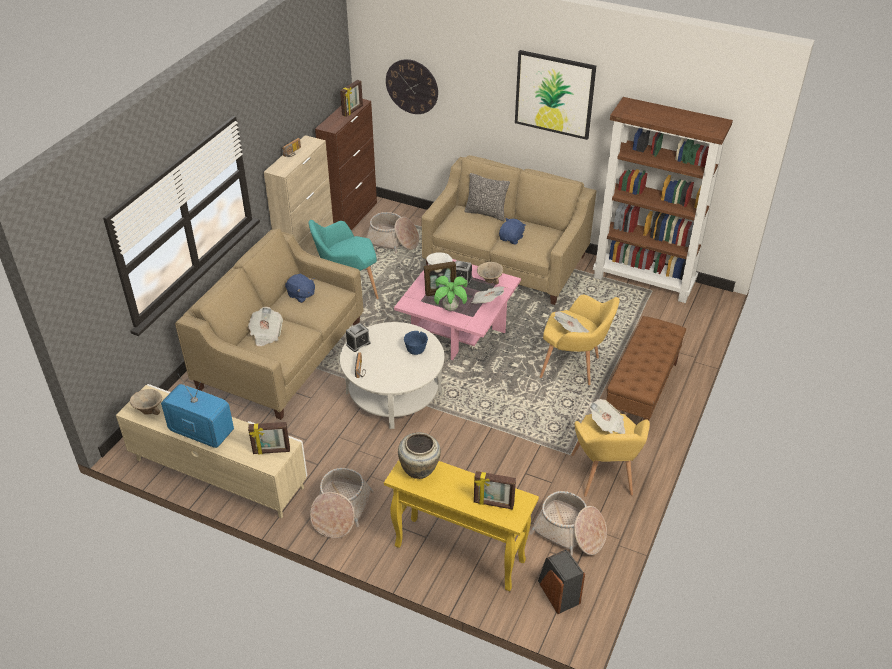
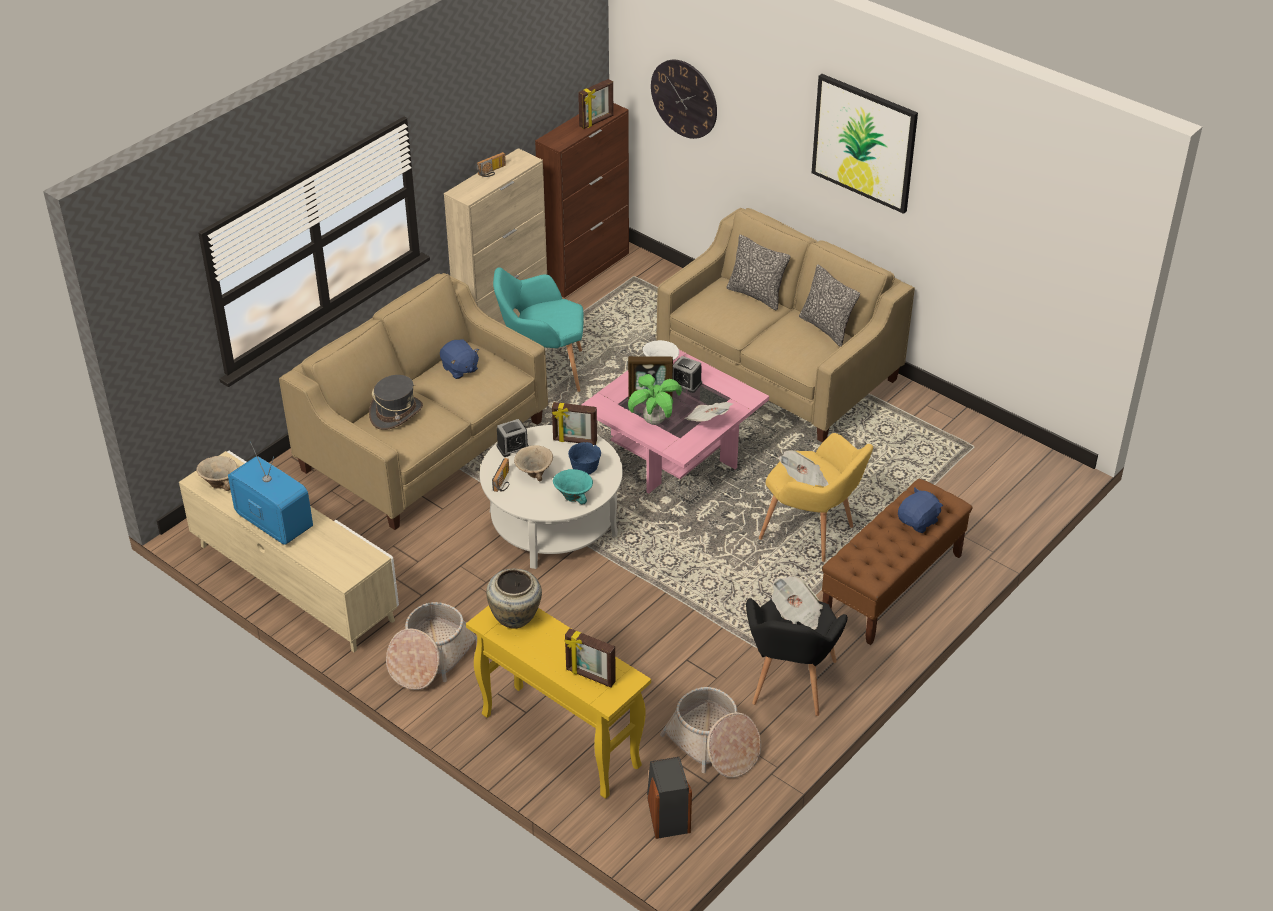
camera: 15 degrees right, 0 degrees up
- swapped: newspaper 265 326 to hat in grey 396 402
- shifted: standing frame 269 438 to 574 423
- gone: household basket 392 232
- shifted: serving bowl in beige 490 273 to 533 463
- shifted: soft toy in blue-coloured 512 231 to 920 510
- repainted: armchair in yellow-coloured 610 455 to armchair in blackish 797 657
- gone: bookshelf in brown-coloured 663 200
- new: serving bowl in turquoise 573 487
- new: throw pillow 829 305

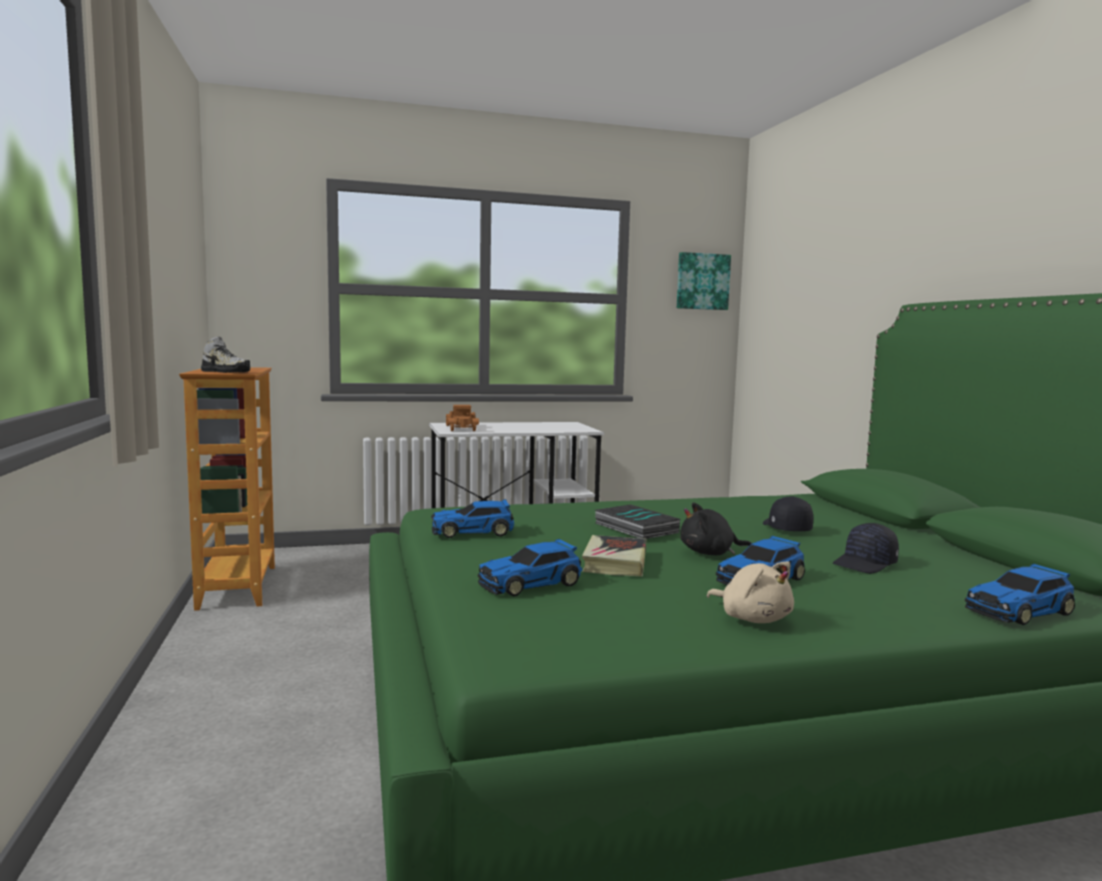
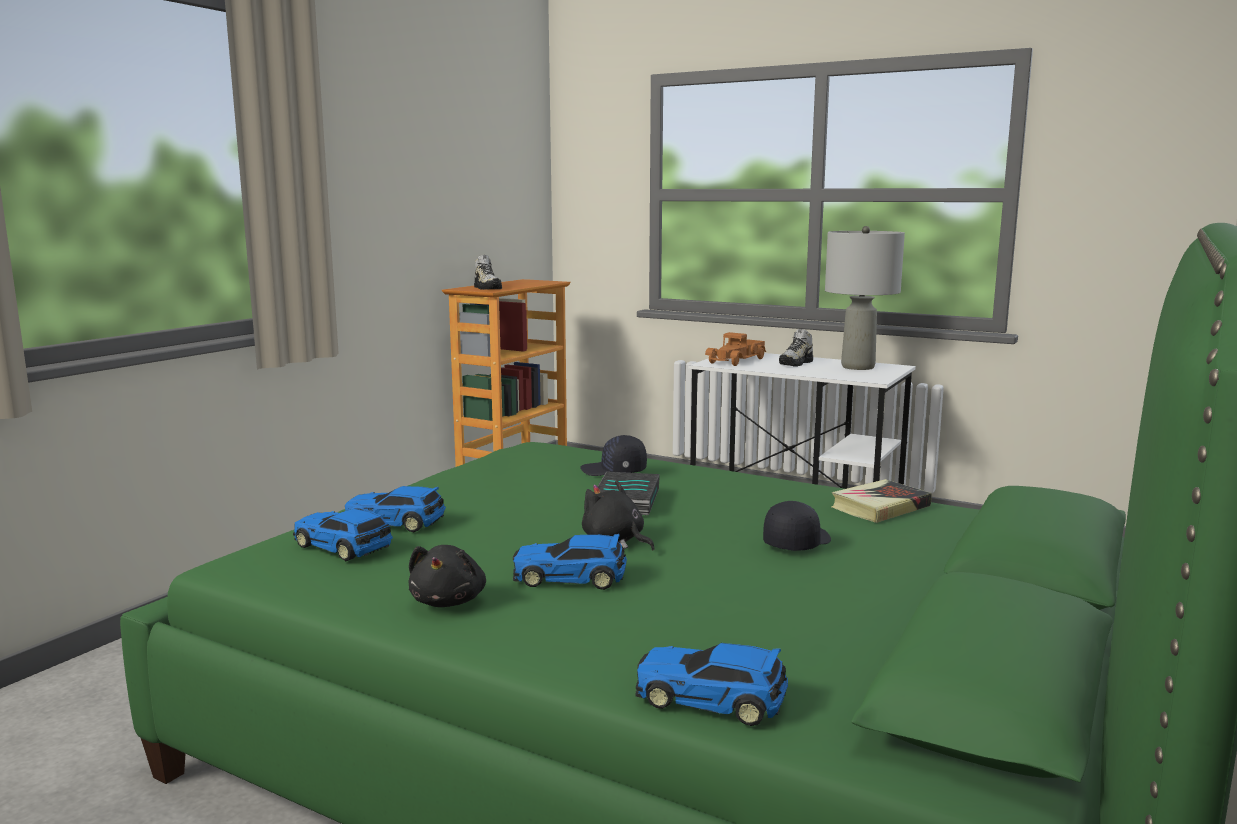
camera: 45 degrees right, 5 degrees up
- shifted: model car 472 518 to 343 535
- shifted: bound book 614 555 to 881 501
- gone: picture 704 281
- repainted: soft toy in beige 750 592 to soft toy in blackish 447 576
- shifted: baseball cap in blackish 866 548 to 613 455
- new: item of footwear 796 348
- new: table lamp in grey 865 298

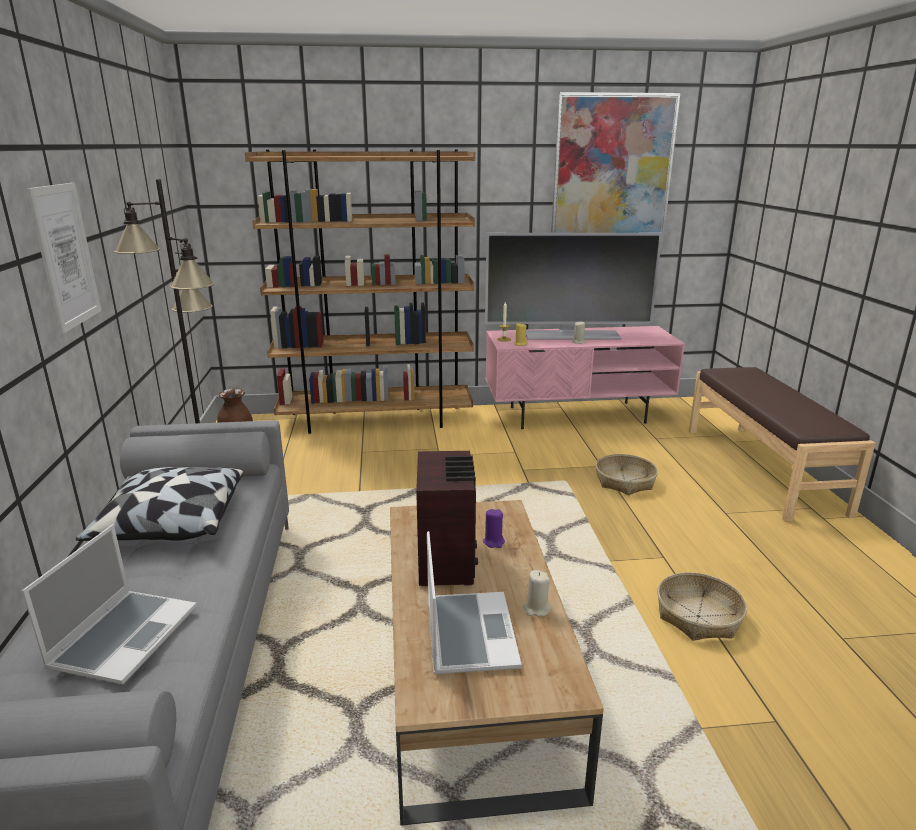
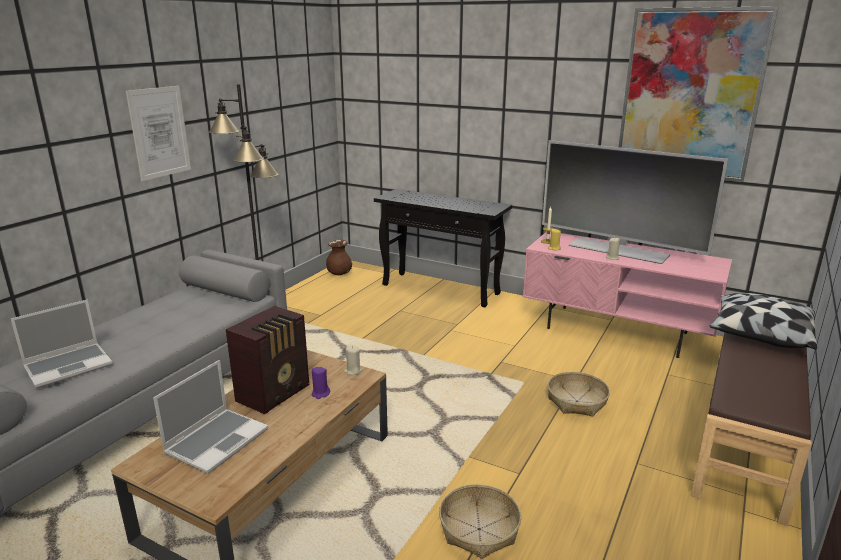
camera: 35 degrees right, 0 degrees up
- shifted: throw pillow 159 504 to 763 321
- swapped: bookshelf in brown-coloured 360 291 to console table in blackish 443 248
- shifted: wax candle in beige 537 593 to 353 360

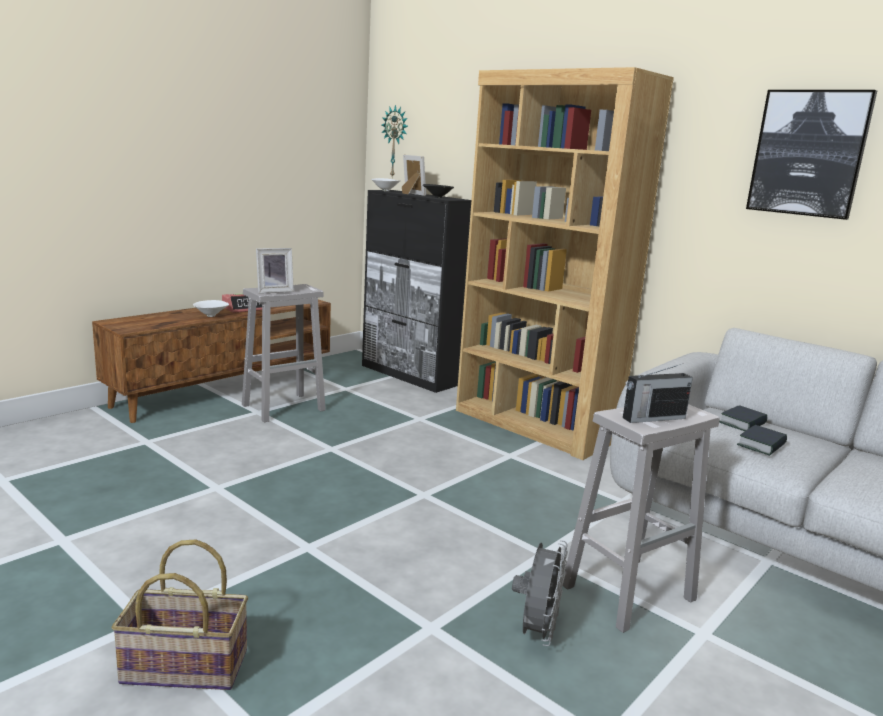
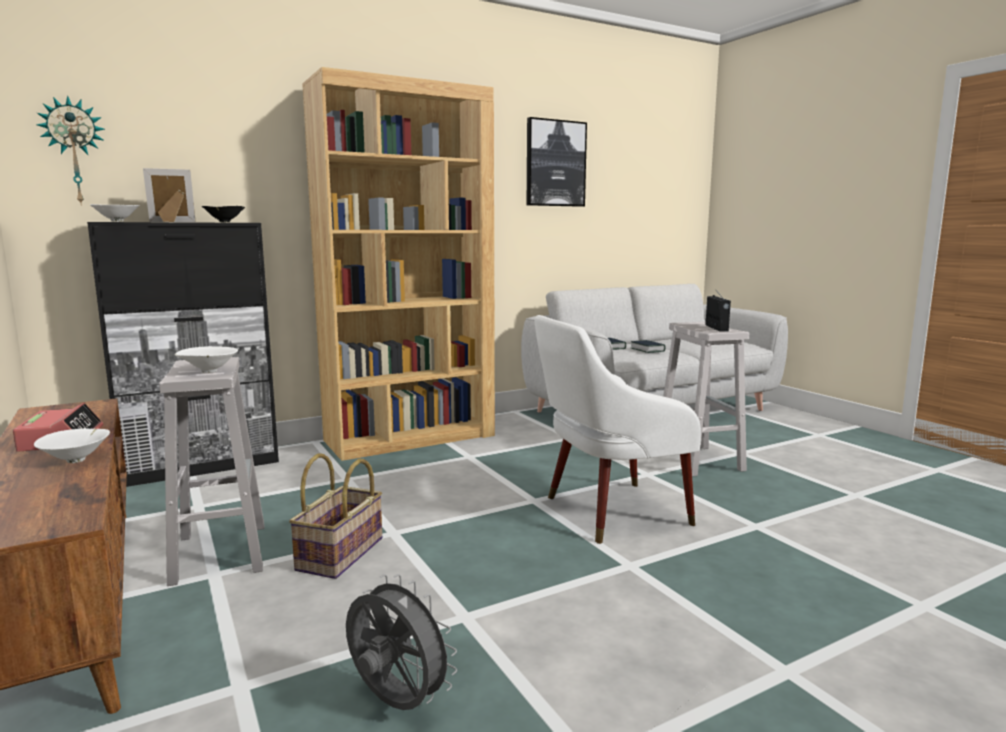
camera: 70 degrees left, 5 degrees down
- shifted: household basket 180 615 to 335 516
- swapped: standing frame 275 270 to serving bowl in whitish 206 359
- shifted: cooling fan in grey 540 593 to 401 642
- new: armchair in whitish 617 429

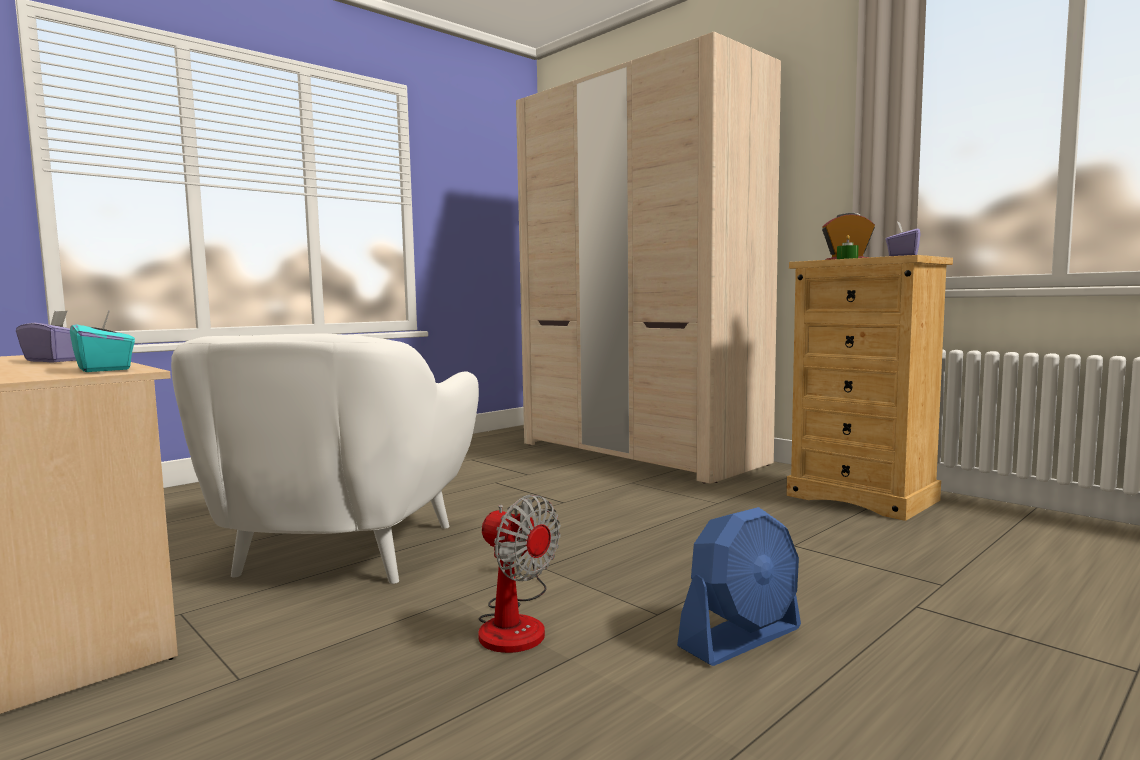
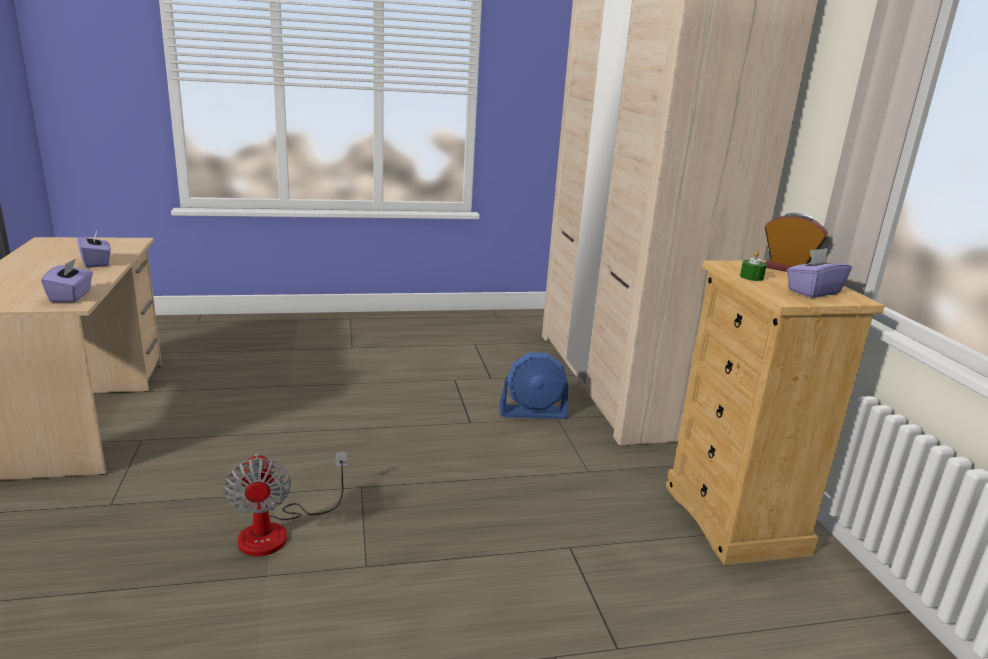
camera: 30 degrees right, 15 degrees up
- repainted: tissue box in turquoise 102 341 to tissue box in purple 67 280
- gone: armchair in whitish 325 459
- shifted: cooling fan in blue-coloured 739 586 to 533 385

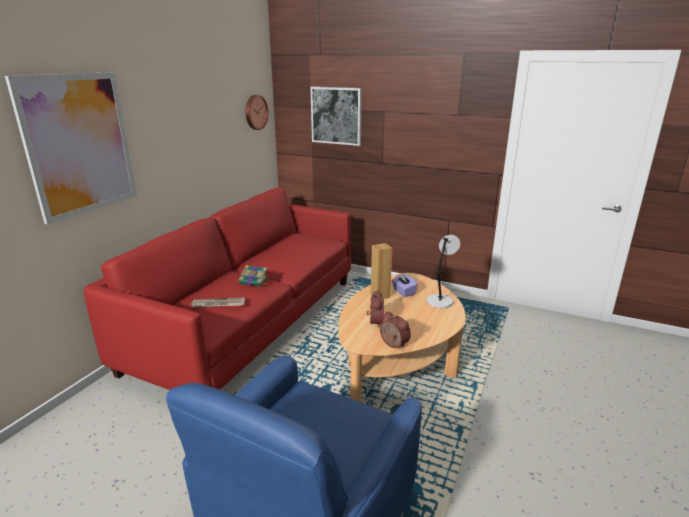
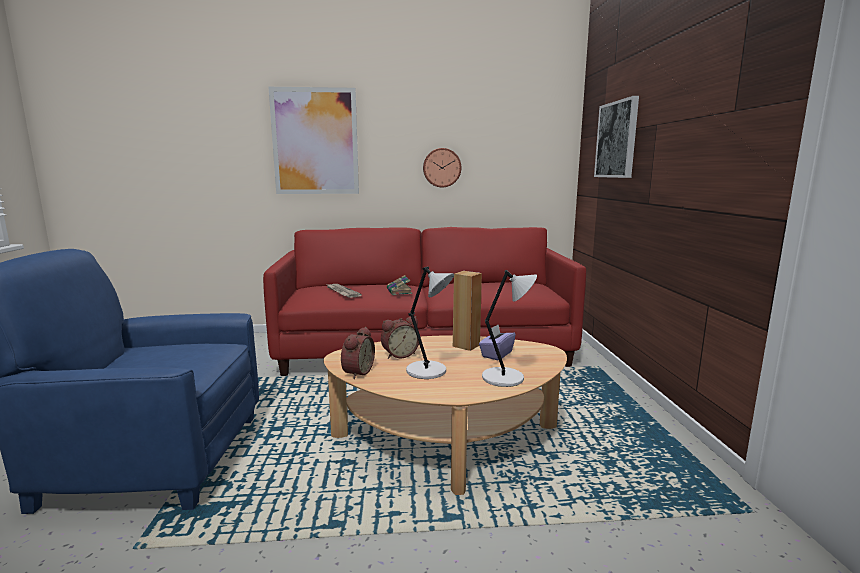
camera: 60 degrees right, 10 degrees down
- shifted: clock on the wall 257 112 to 442 167
- new: table lamp in grey 430 322

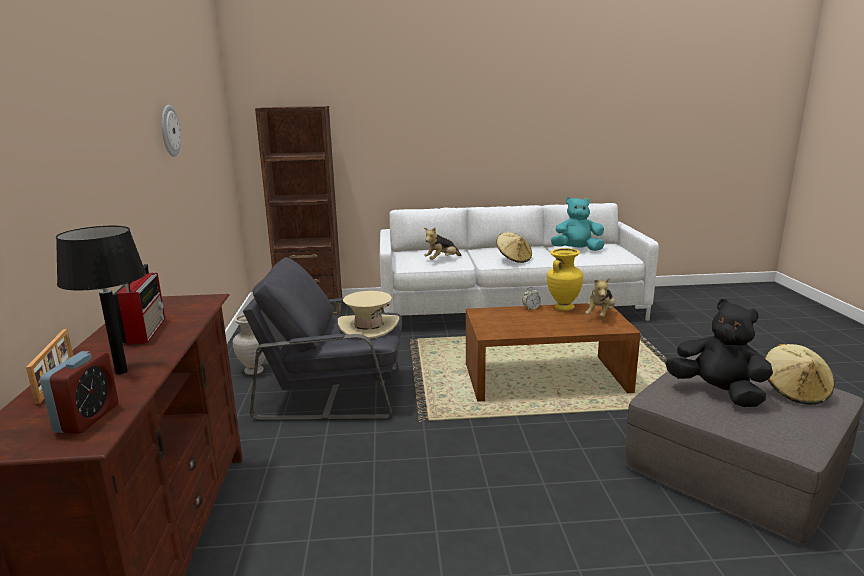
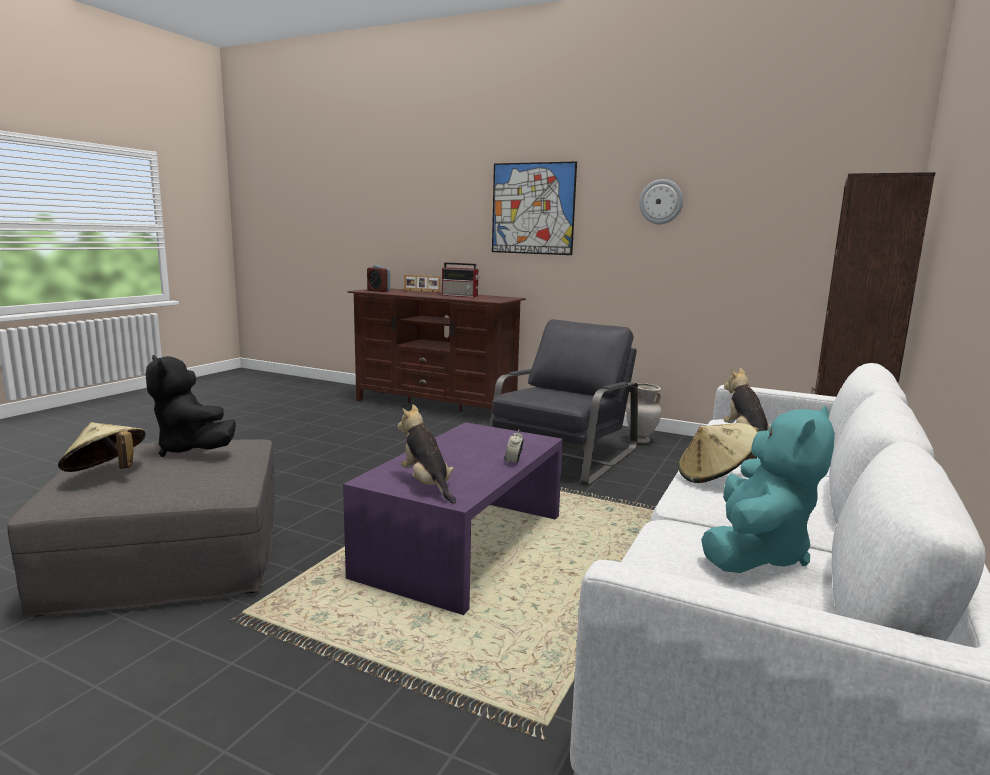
camera: 120 degrees right, 5 degrees down
- gone: table lamp in blackish 101 300
- gone: hat in beige 368 315
- repainted: low table in brown-coloured 553 352 to low table in purple 453 518
- gone: flower vase in yellow-coloured 565 279
- rotated: soft toy in blackish 719 353 = 191 406 60 degrees clockwise
- new: picture 534 208

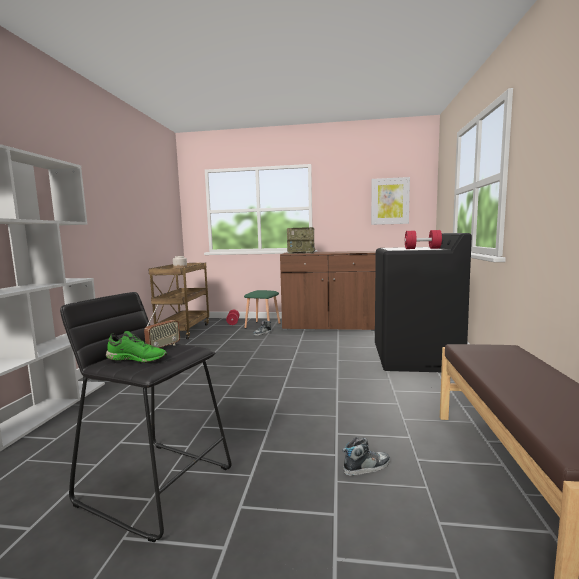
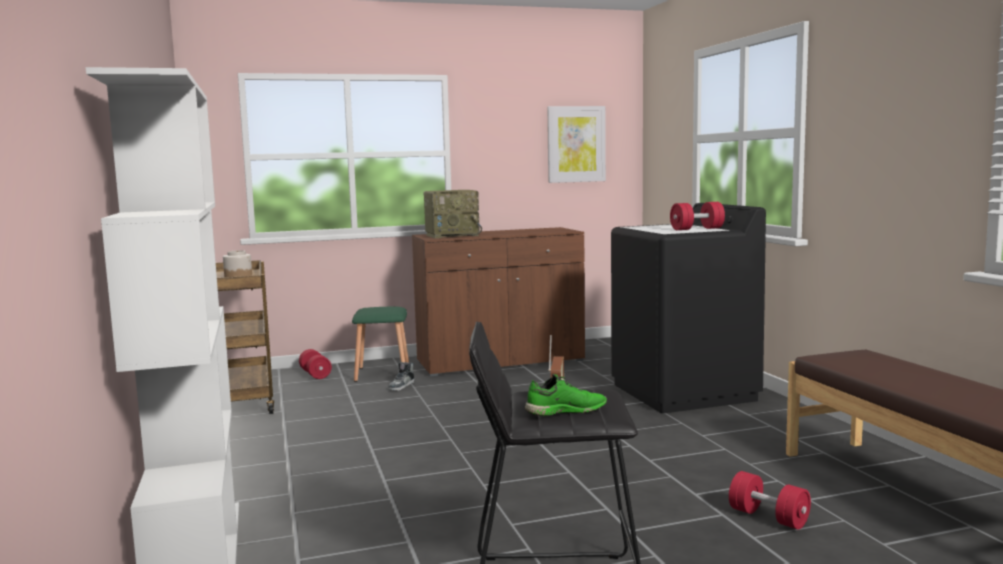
camera: 25 degrees left, 0 degrees up
- swapped: item of footwear 366 456 to dumbbell in reddish 770 500

